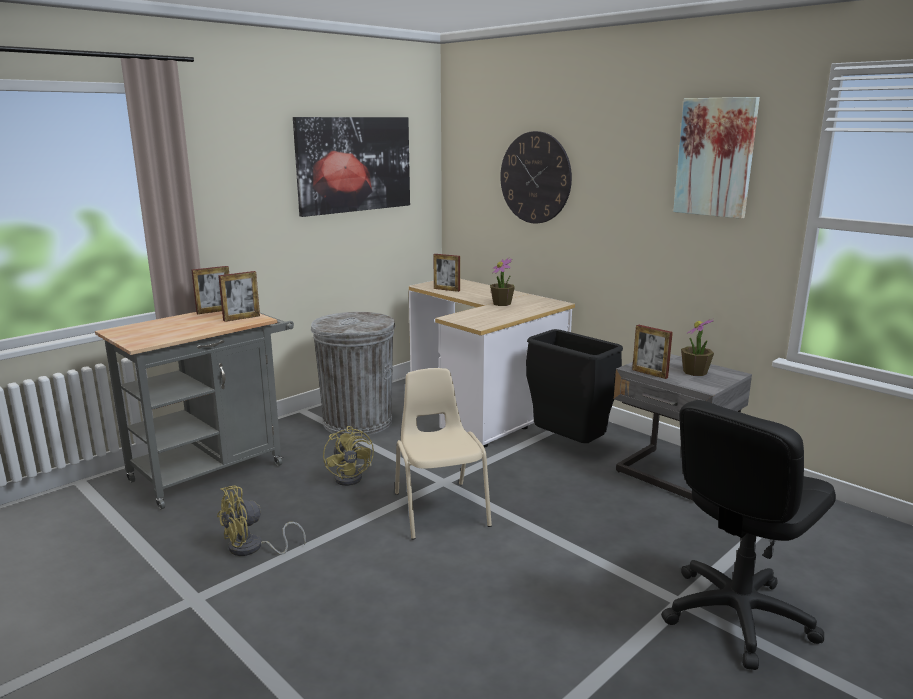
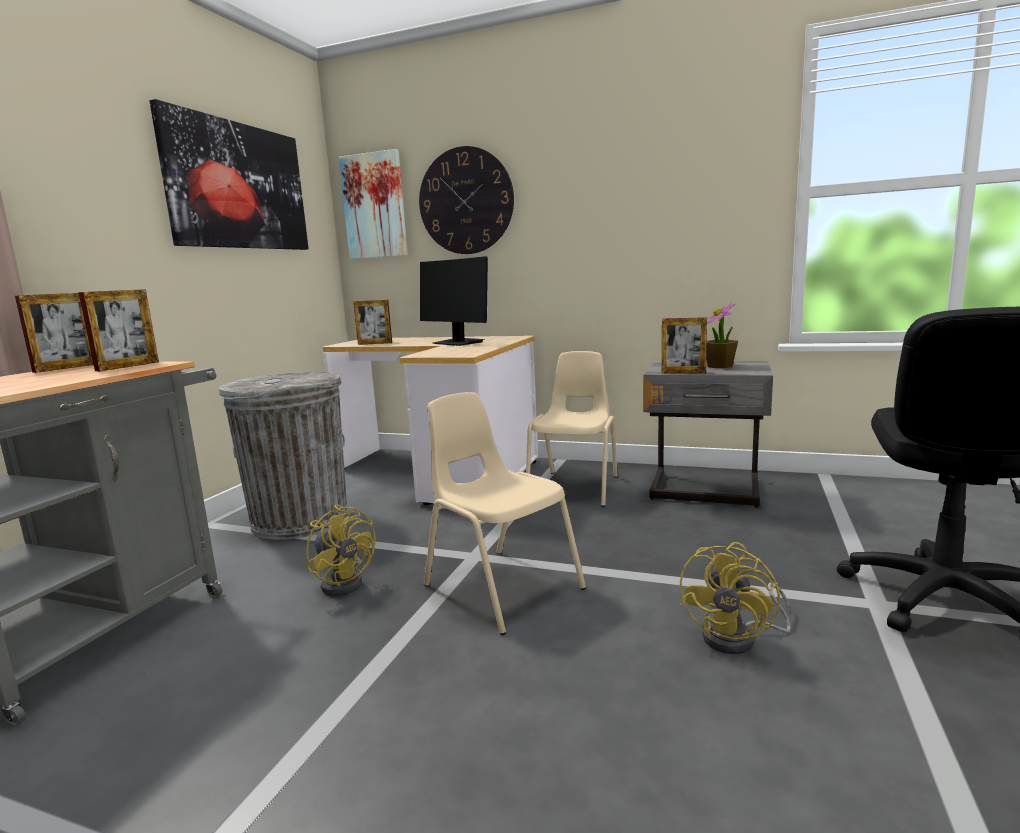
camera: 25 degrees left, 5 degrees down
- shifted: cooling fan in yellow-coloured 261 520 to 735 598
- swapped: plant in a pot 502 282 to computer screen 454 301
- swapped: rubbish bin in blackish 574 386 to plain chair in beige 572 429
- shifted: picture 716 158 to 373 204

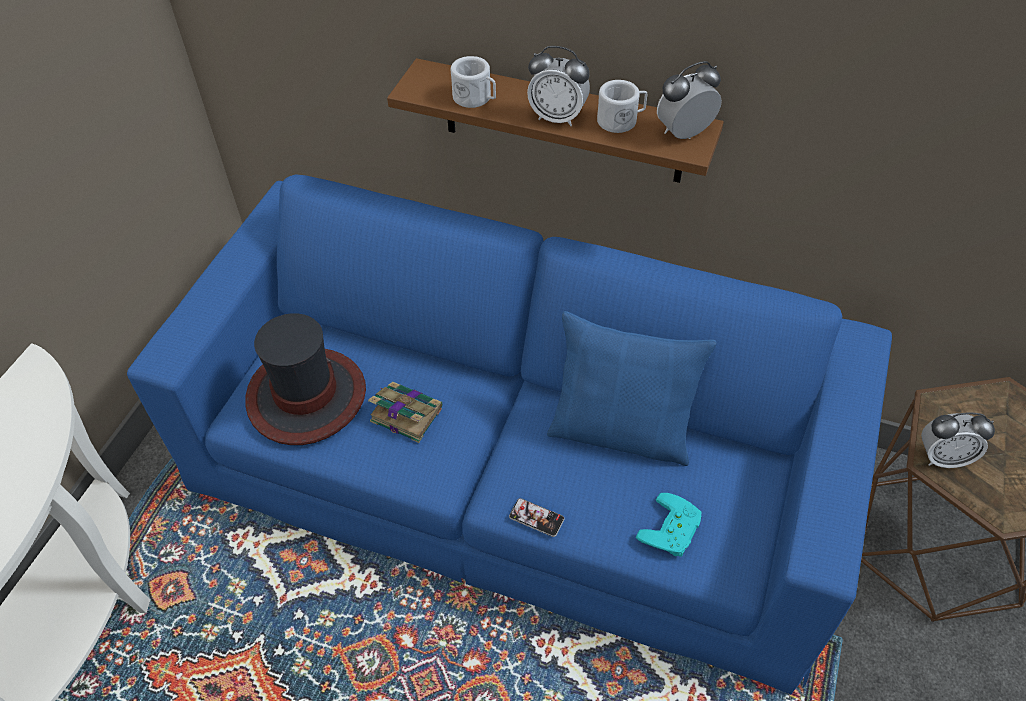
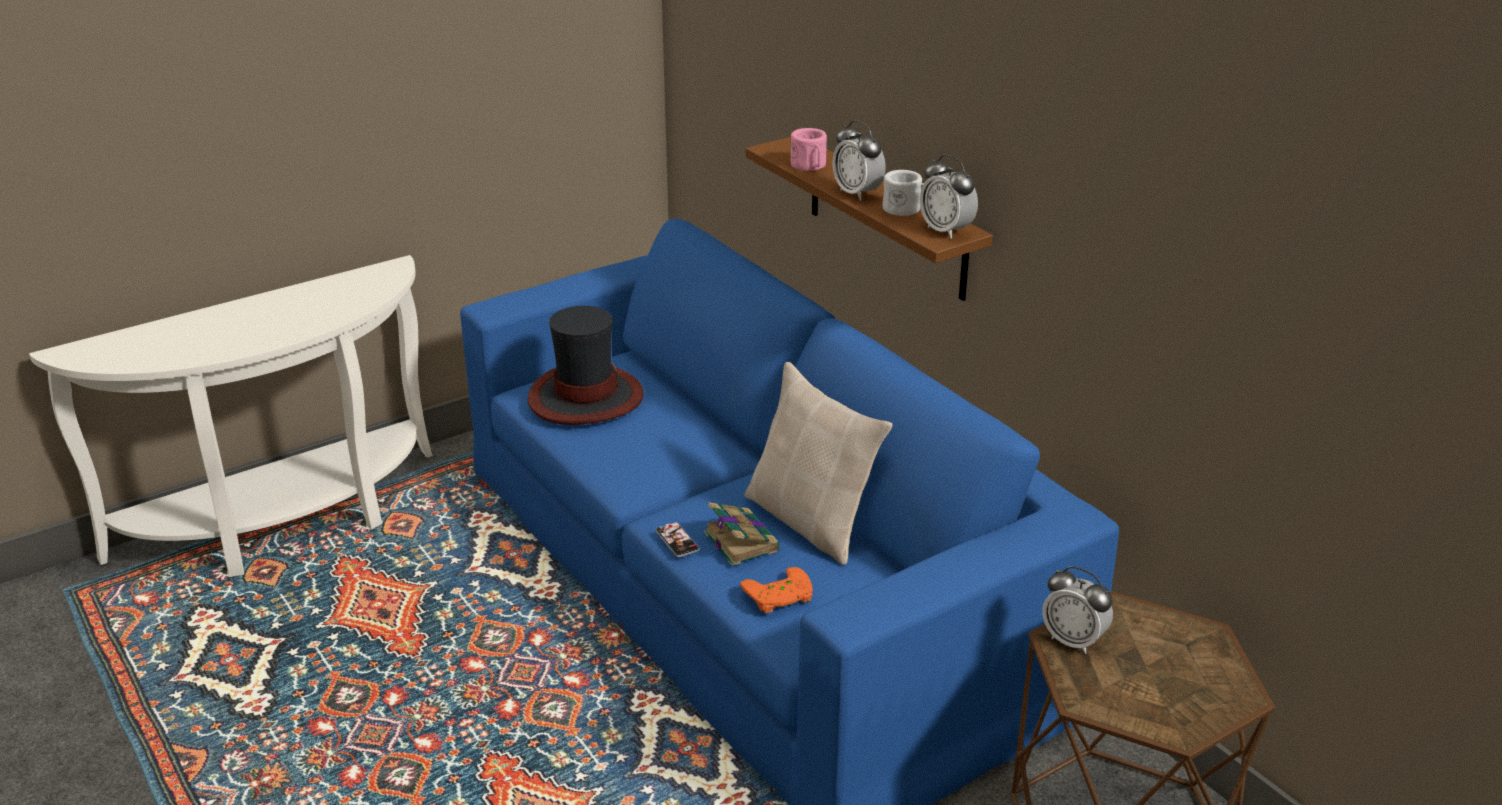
camera: 35 degrees right, 20 degrees down
- shifted: bound book 405 412 to 742 534
- repainted: mug in whitish 473 82 to mug in pink-coloured 809 149
- repainted: throw pillow in blue-coloured 631 388 to throw pillow in beige 818 463
- repainted: gamepad in turquoise 668 525 to gamepad in orange 776 590
- rotated: alarm clock 689 100 = 949 196 135 degrees counterclockwise

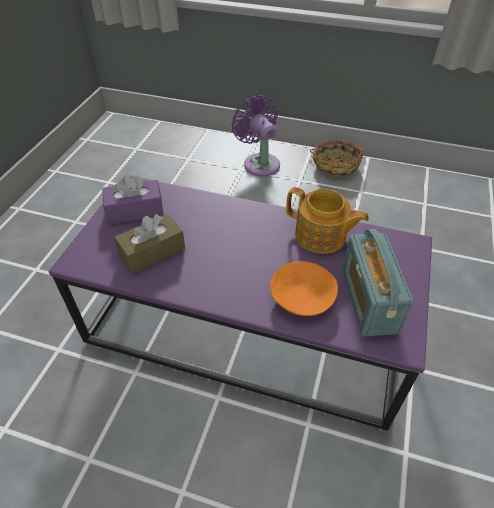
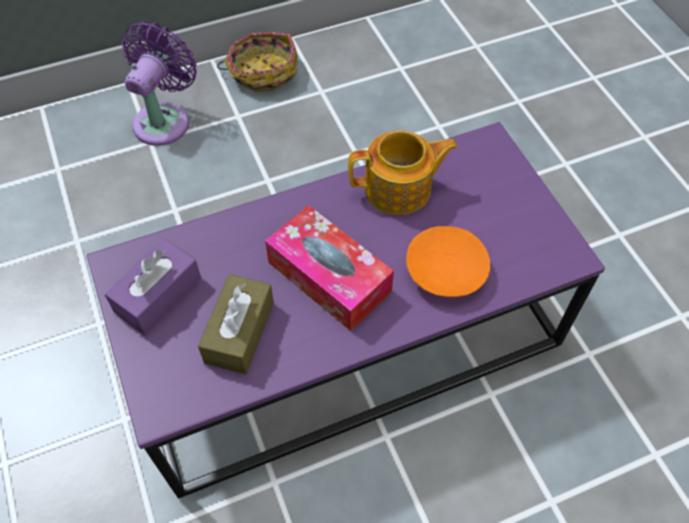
camera: 40 degrees left, 10 degrees up
- rotated: cooling fan in purple 255 135 = 159 84 90 degrees clockwise
- gone: radio receiver 378 282
- new: tissue box 329 268

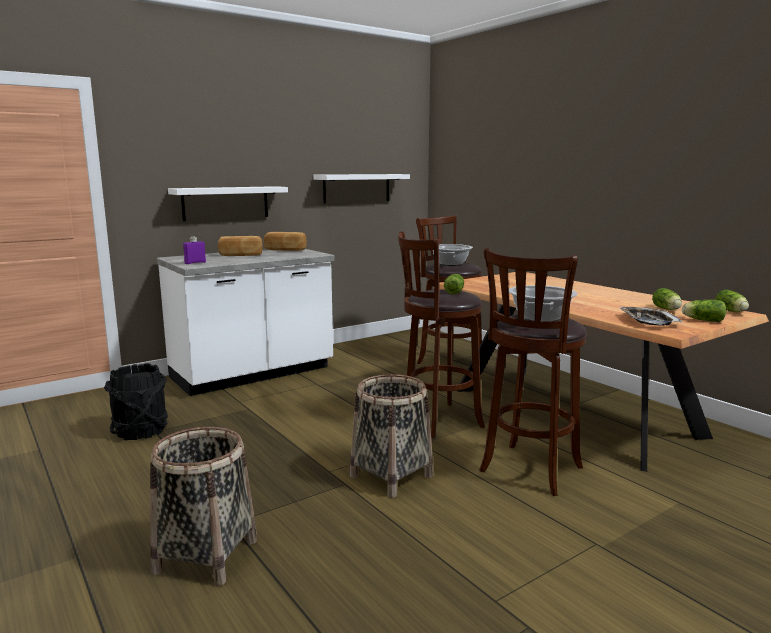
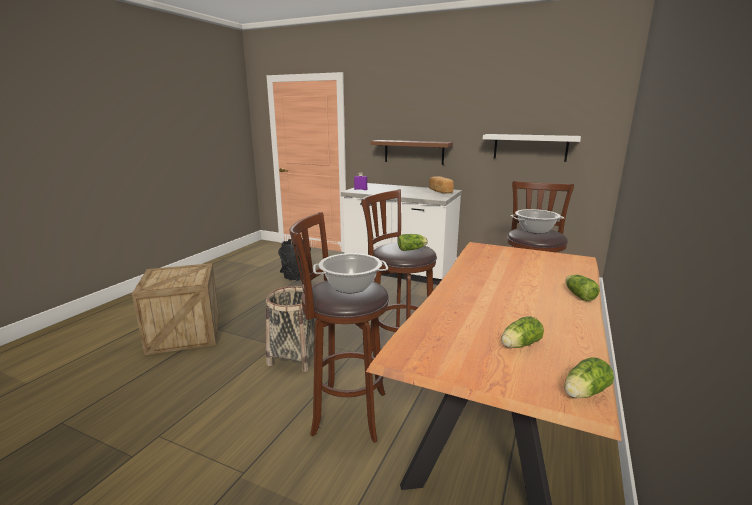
camera: 60 degrees right, 5 degrees up
- swapped: household basket 203 506 to crate 176 309
- repainted: shelf in whitish 228 203 to shelf in brown-coloured 412 152
- gone: bakery bread 240 246
- gone: serving tray 650 316
- shifted: head of lettuce 704 311 to 582 287

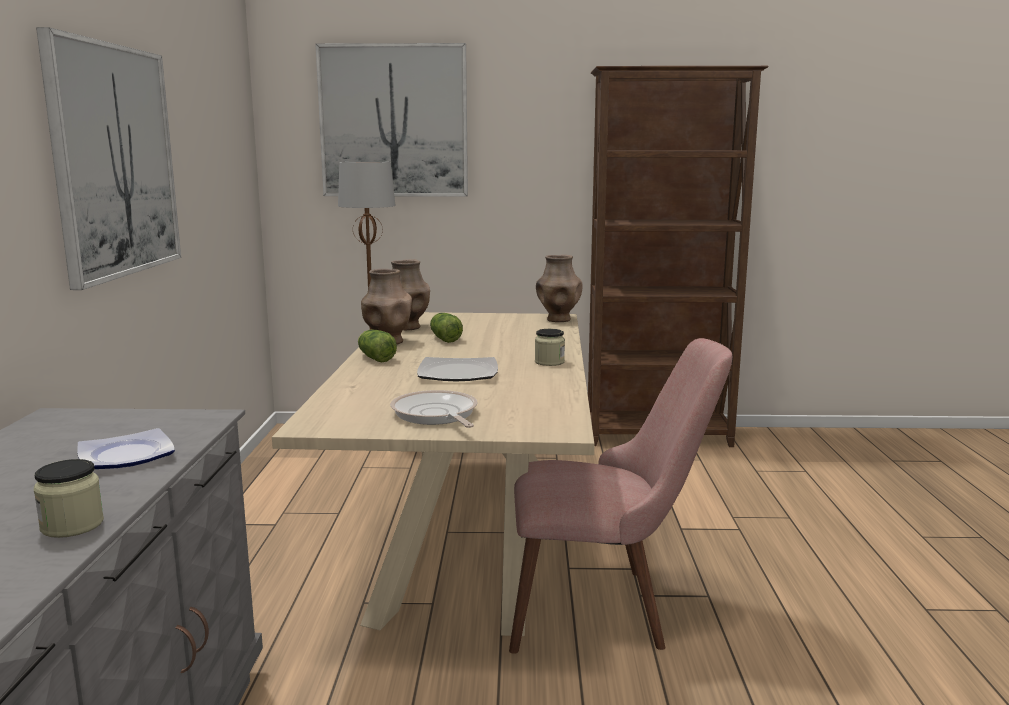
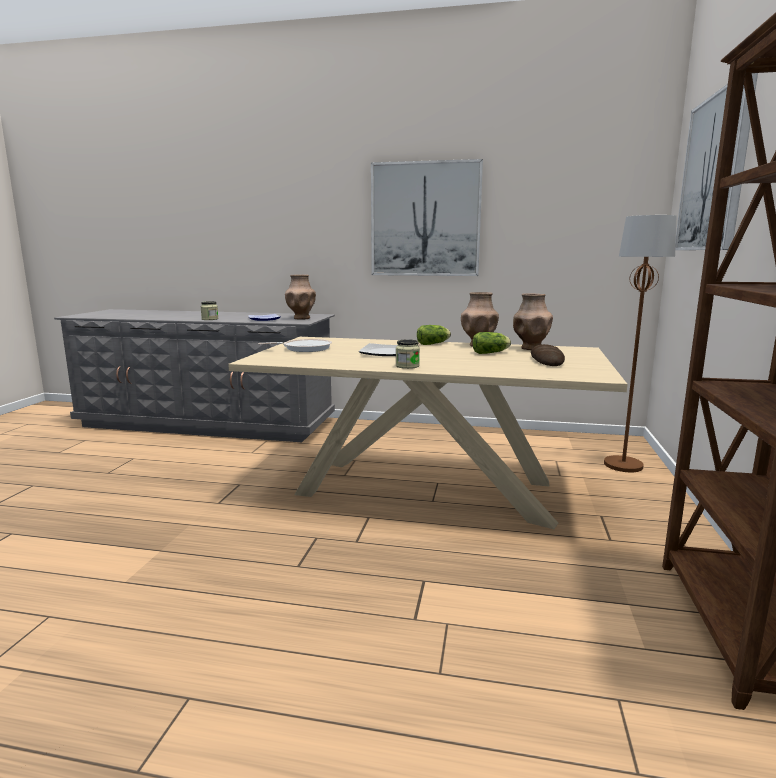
camera: 100 degrees right, 0 degrees up
- gone: plain chair in pink-coloured 620 496
- shifted: flower vase in brown-coloured 559 288 to 300 296
- new: bakery bread 548 355

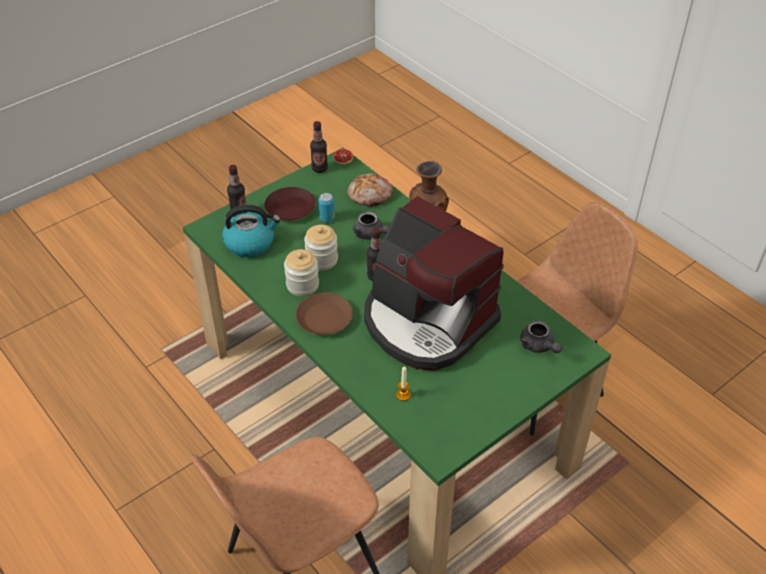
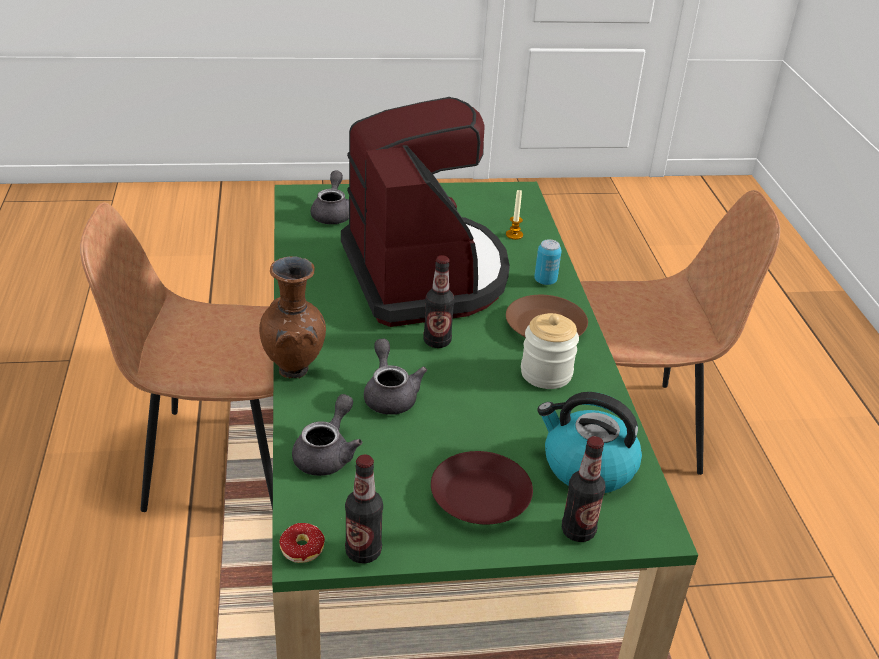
camera: 150 degrees left, 10 degrees down
- gone: storage jar 321 248
- shifted: sealed can 326 207 to 548 262
- swapped: bakery bread 370 190 to teapot in grey 327 435

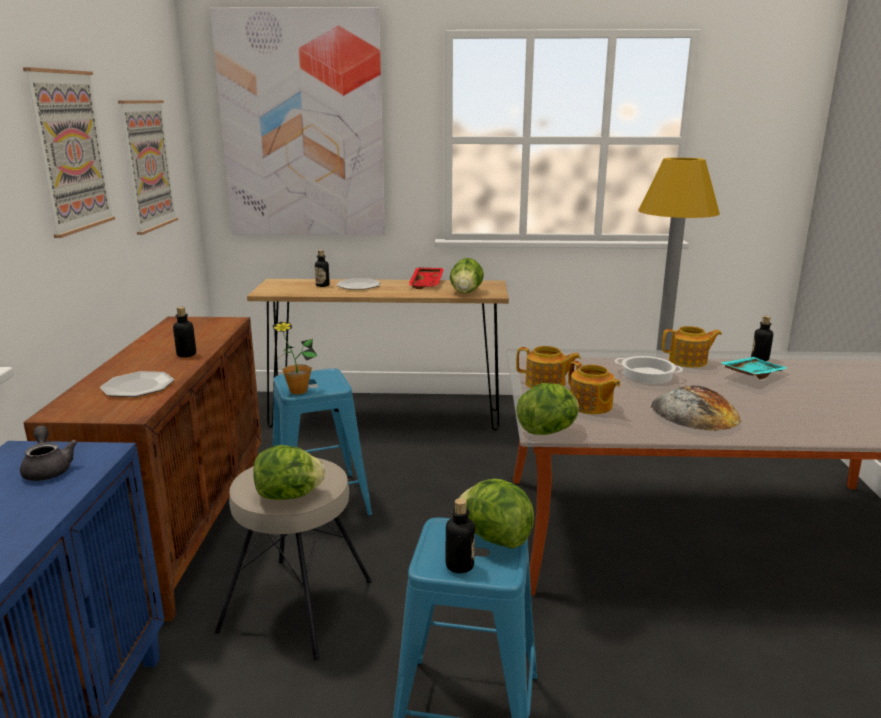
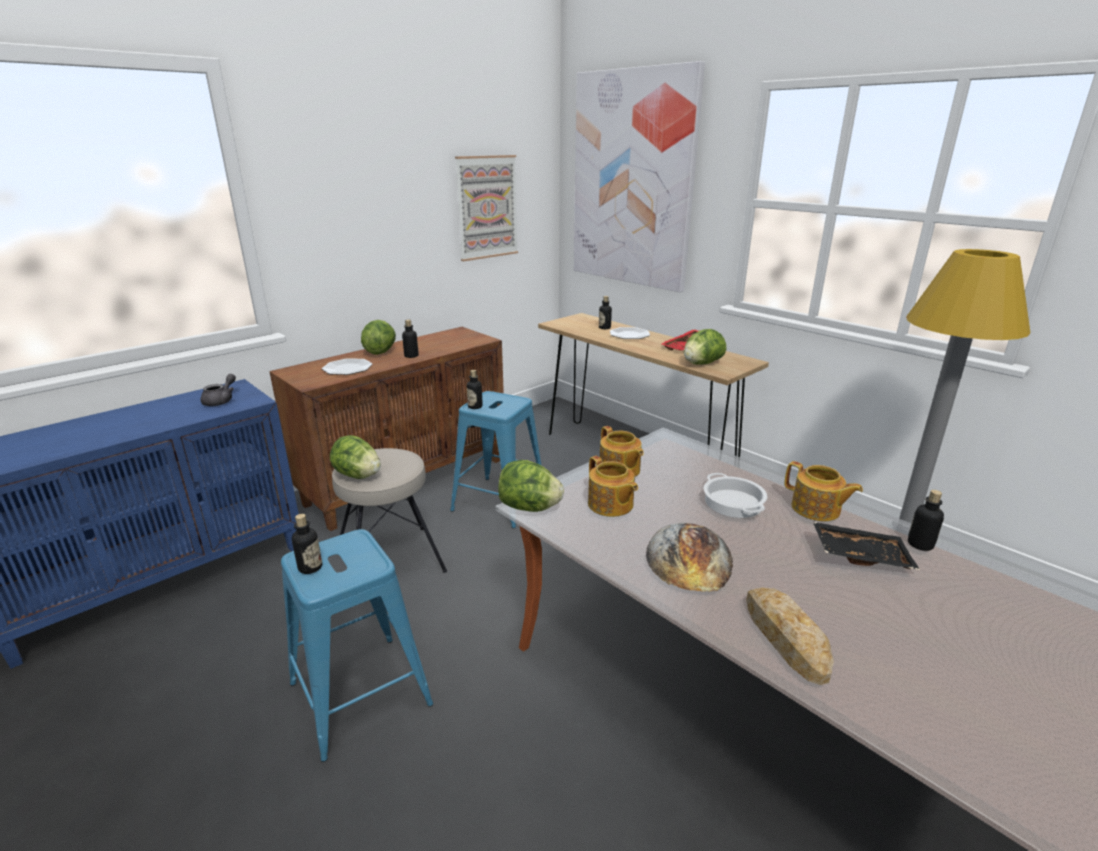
camera: 45 degrees right, 5 degrees up
- gone: picture 69 152
- swapped: plant in a pot 294 358 to drink bottle 475 389
- shifted: head of lettuce 496 514 to 378 337
- rotated: teapot 594 387 = 613 486 45 degrees counterclockwise
- repainted: serving tray in turquoise 753 368 to serving tray in blackish 866 546
- new: bakery bread 790 636

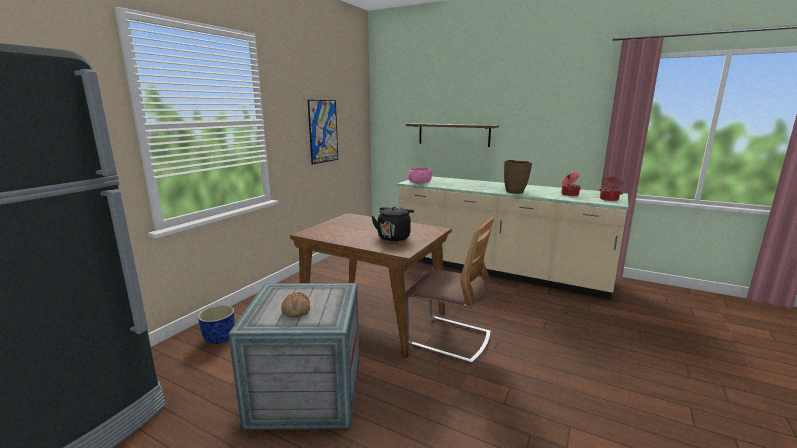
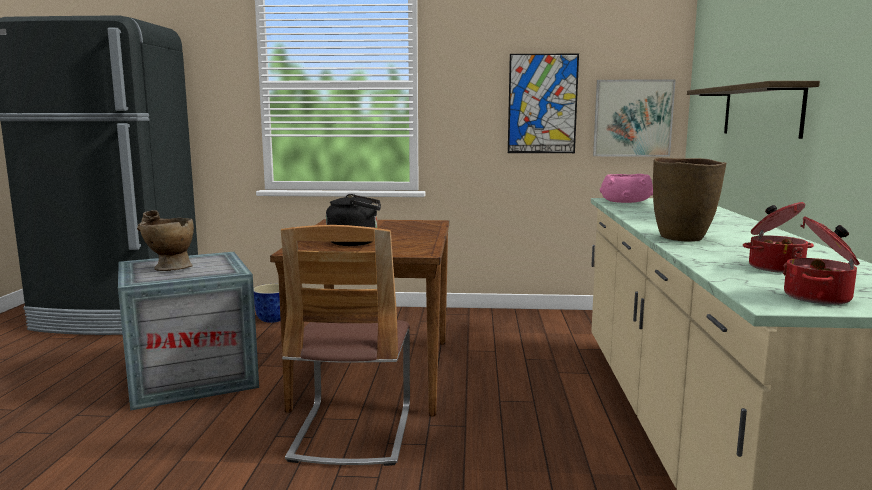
camera: 65 degrees right, 5 degrees down
- swapped: bakery bread 295 305 to flower vase in beige 165 240
- new: picture 634 118

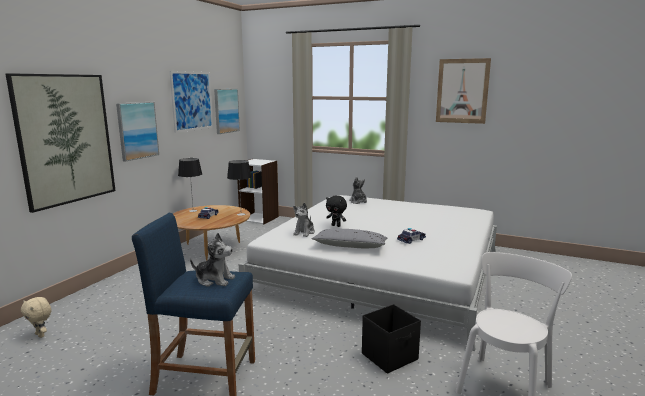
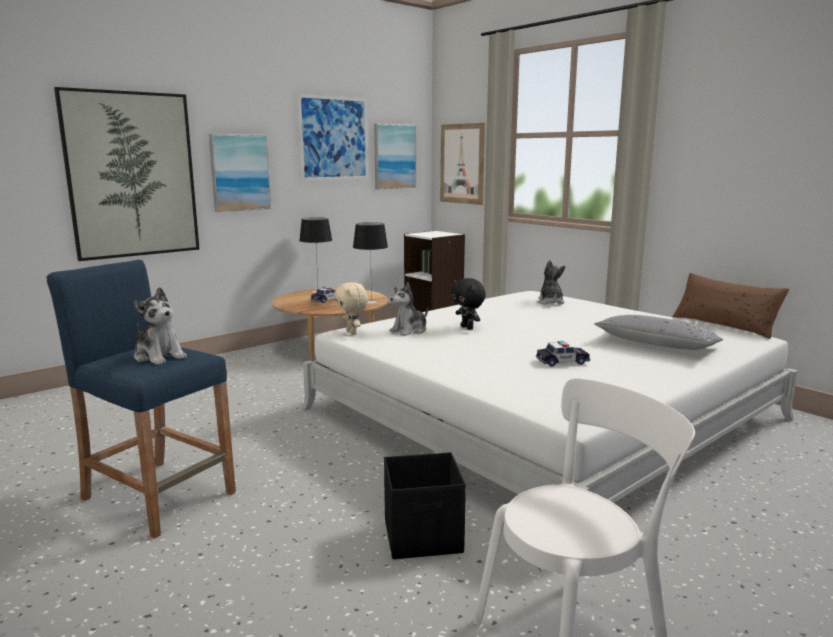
camera: 25 degrees right, 0 degrees up
- shifted: soft toy in beige 36 317 to 351 308
- shifted: throw pillow in grey 349 238 to 658 332
- shifted: picture 463 91 to 462 164
- new: throw pillow in brown-coloured 730 306

